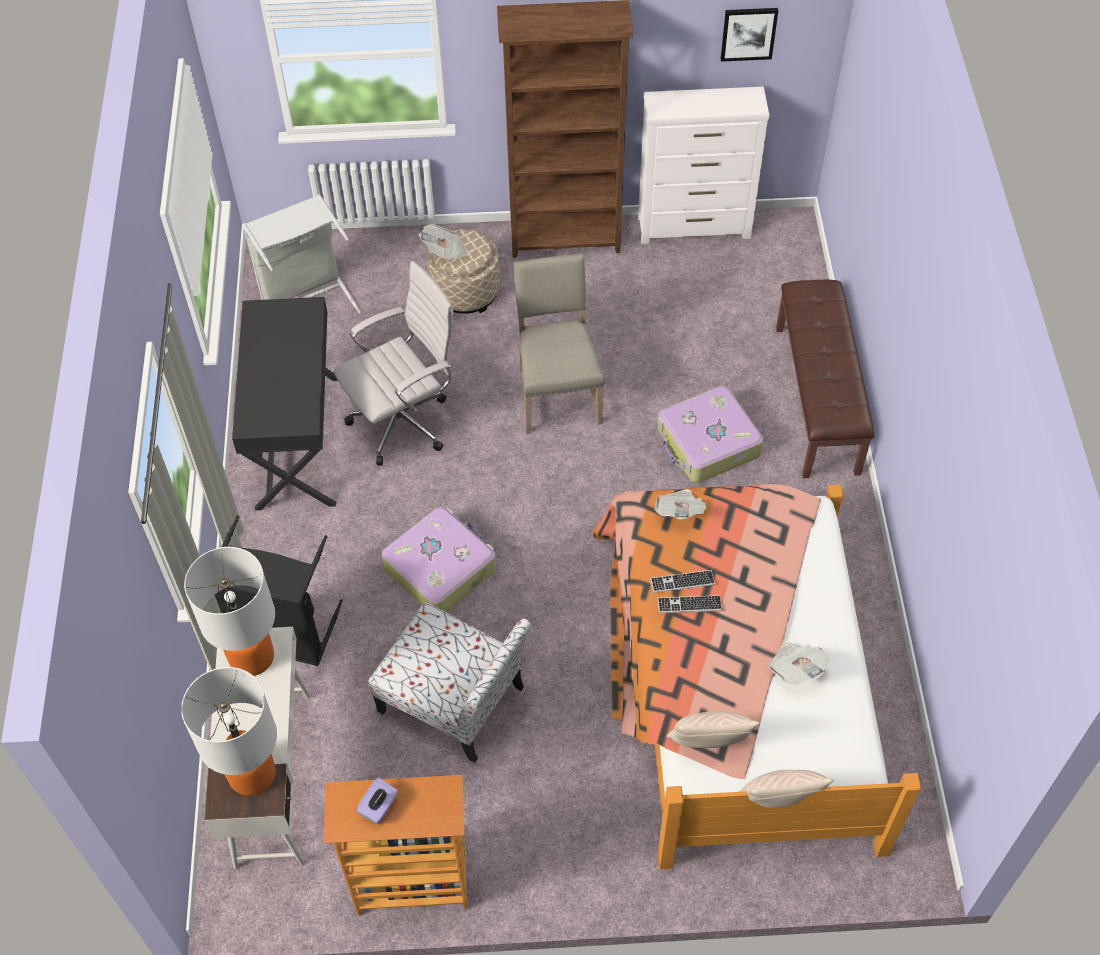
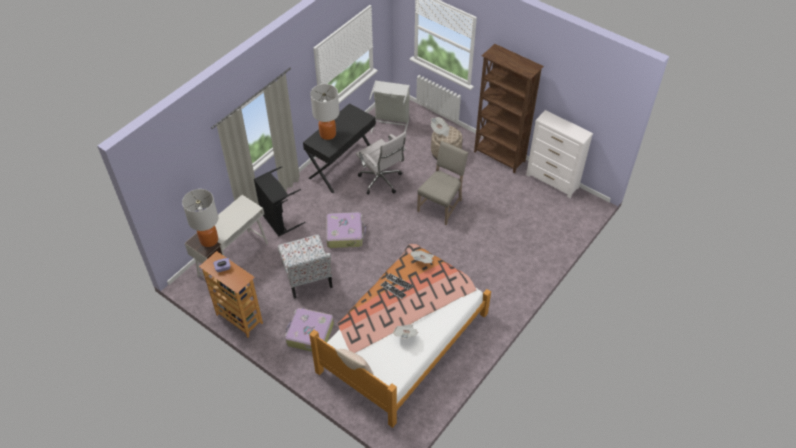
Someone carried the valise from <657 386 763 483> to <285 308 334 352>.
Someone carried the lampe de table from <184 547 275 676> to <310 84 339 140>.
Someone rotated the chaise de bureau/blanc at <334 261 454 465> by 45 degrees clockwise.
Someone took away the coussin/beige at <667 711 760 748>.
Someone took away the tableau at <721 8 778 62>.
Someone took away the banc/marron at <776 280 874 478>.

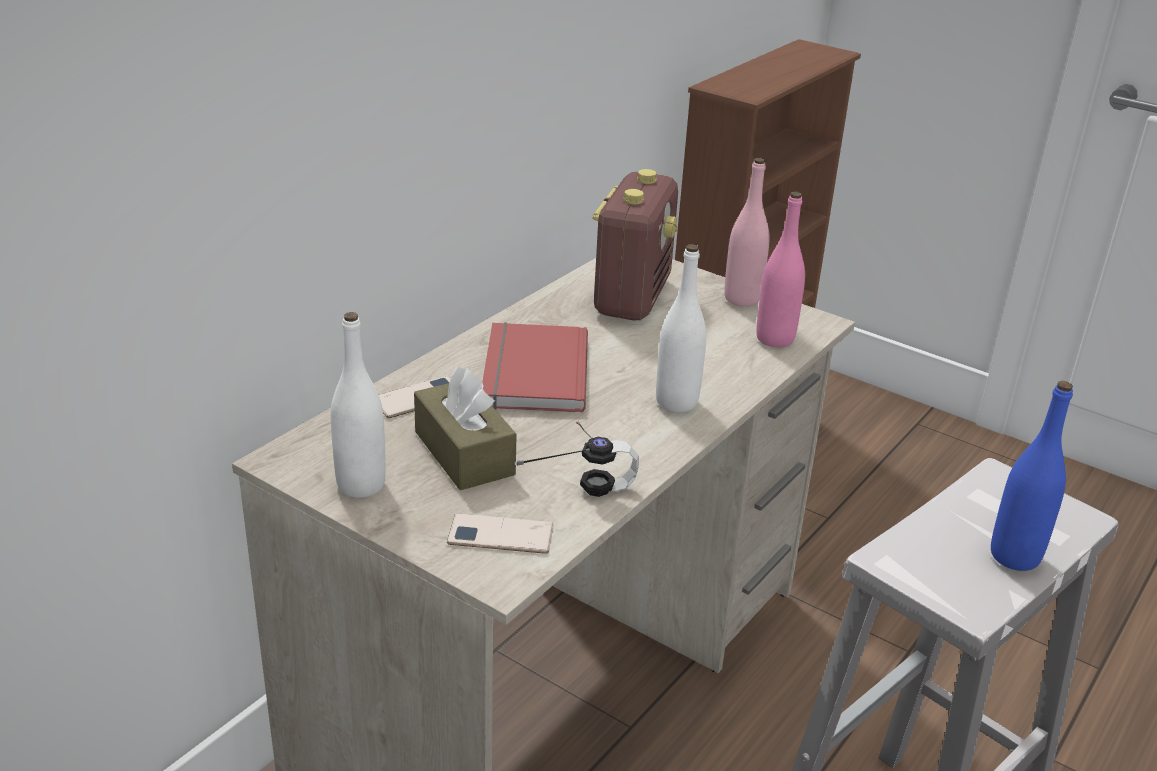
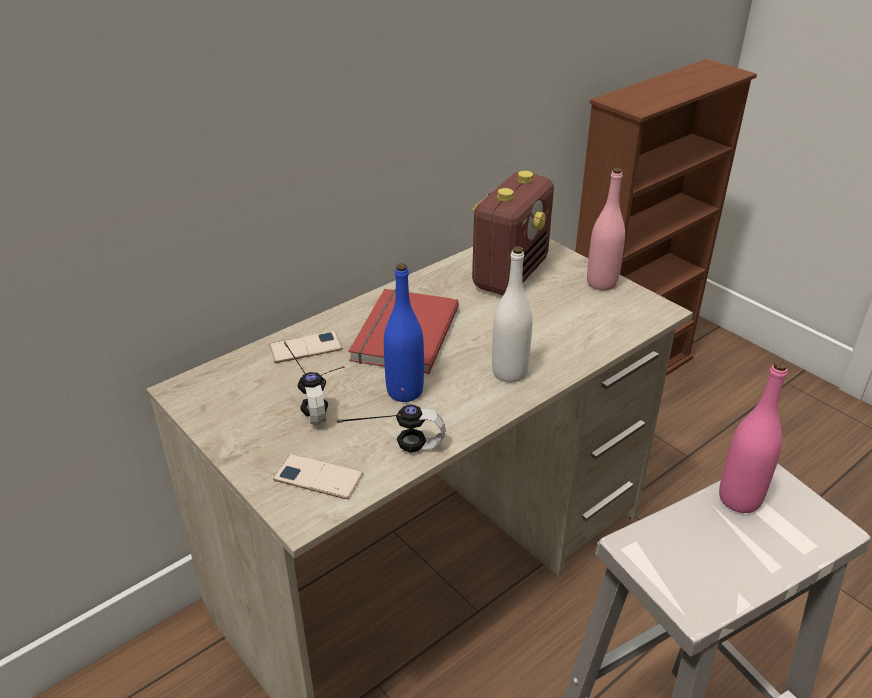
Someone swapped the boîte à mouchoirs/marron at <414 367 517 490> for the casque audio at <284 341 345 425>.
Someone carried the bouteille/bleu from <991 381 1073 571> to <384 263 424 402>.
Someone carried the bouteille/rose from <756 192 805 347> to <719 361 787 513>.
Someone took away the bouteille/blanc at <330 312 386 498>.

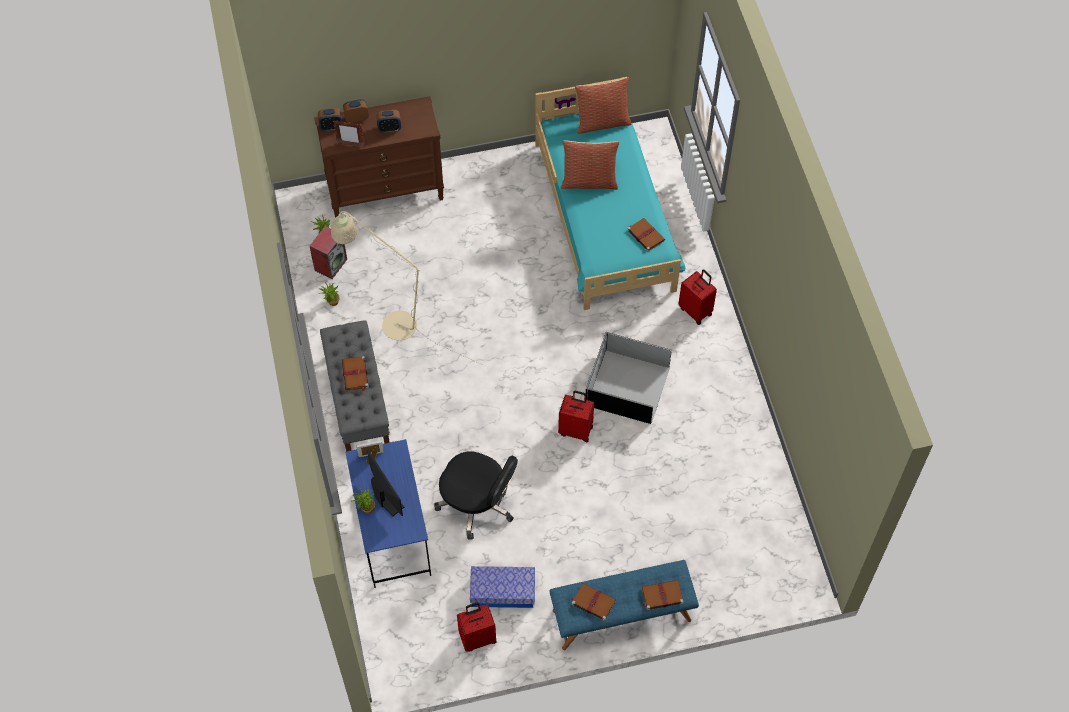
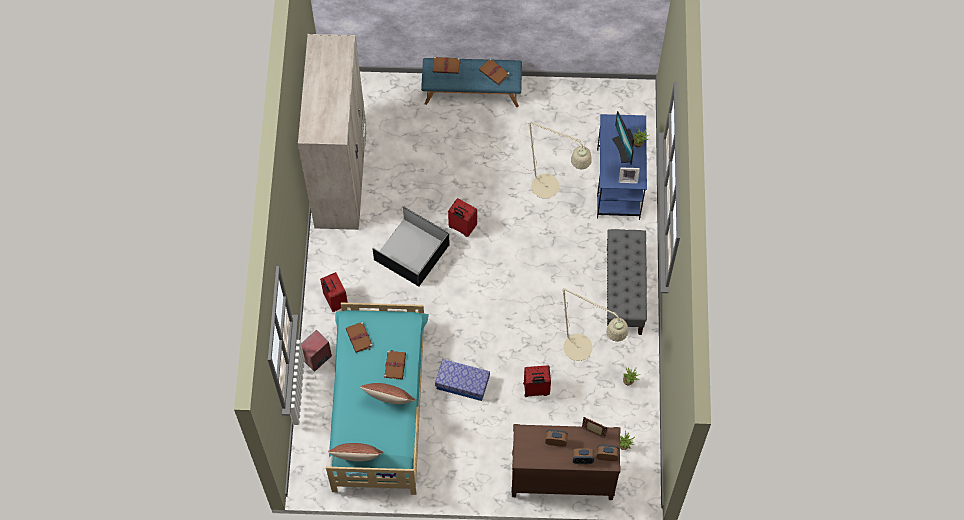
Someone put down the armoire/beige at <298 34 367 230>.
Someone carried the enceinte from <310 226 347 279> to <301 330 332 372>.
Someone carried the livre/marron from <342 356 369 391> to <384 350 406 379>.
Someone carried the boîte de rangement from <470 566 535 608> to <435 359 490 401>.
Someone swapped the chaise de bureau/noir at <434 452 518 540> for the lampadaire/beige at <489 122 592 199>.
Someone carried the valise/rouge from <457 602 496 652> to <523 365 551 397>.

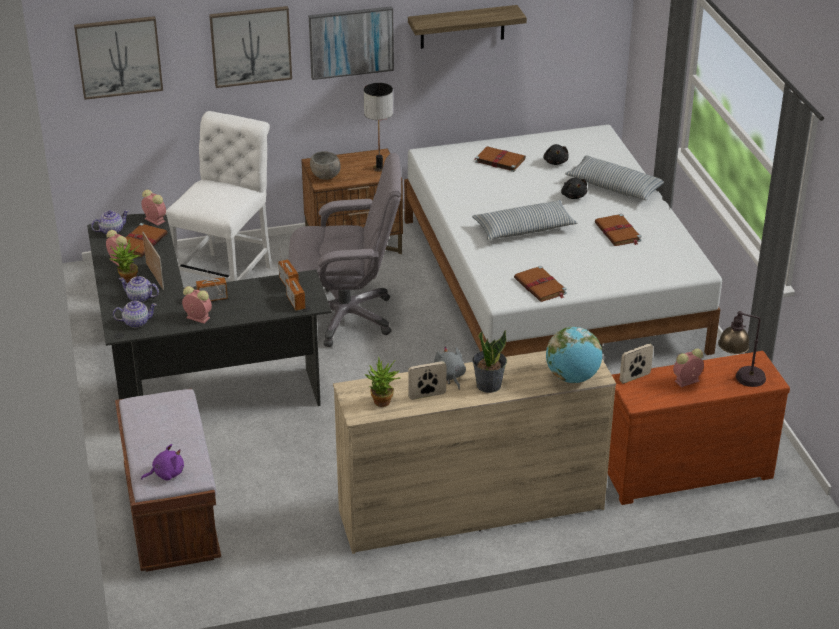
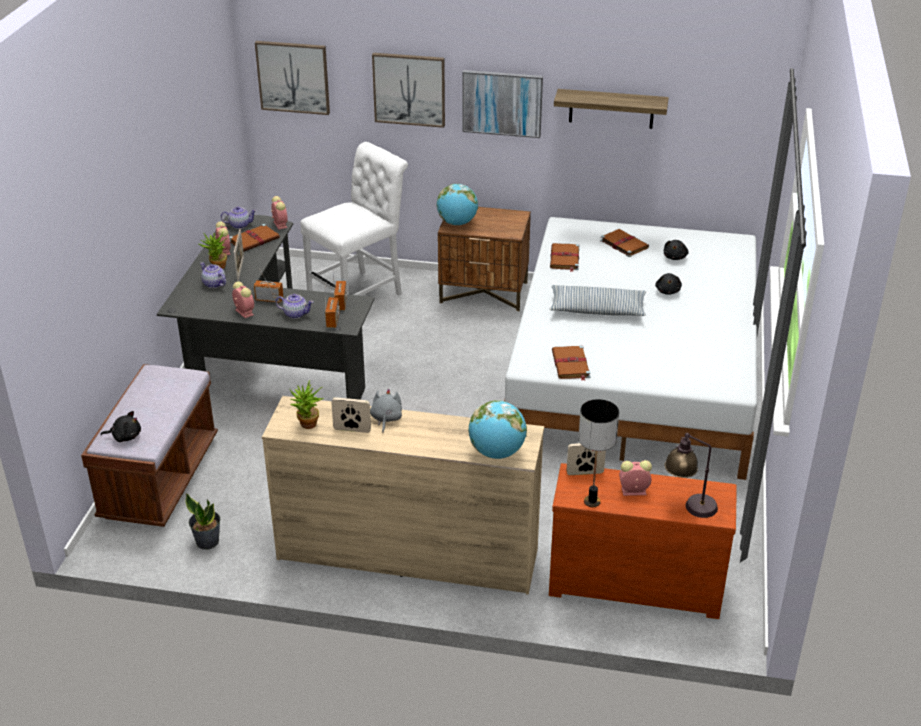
Someone repainted the peluche/violet at <141 444 184 480>, which became the peluche/noir at <101 411 141 442>.
Someone carried the plante en pot from <472 330 507 393> to <185 494 220 550>.
Someone carried the théière from <113 301 157 328> to <276 294 314 319>.
Someone swapped the bol/gris at <310 151 341 180> for the globe at <437 184 478 225>.
Someone carried the livre/marron from <595 214 642 246> to <550 243 580 272>.
Someone carried the lampe de table from <364 83 393 172> to <578 399 619 507>.
Someone took away the chaise de bureau/gris at <289 153 401 347>.
Someone took away the coussin at <565 155 664 200>.

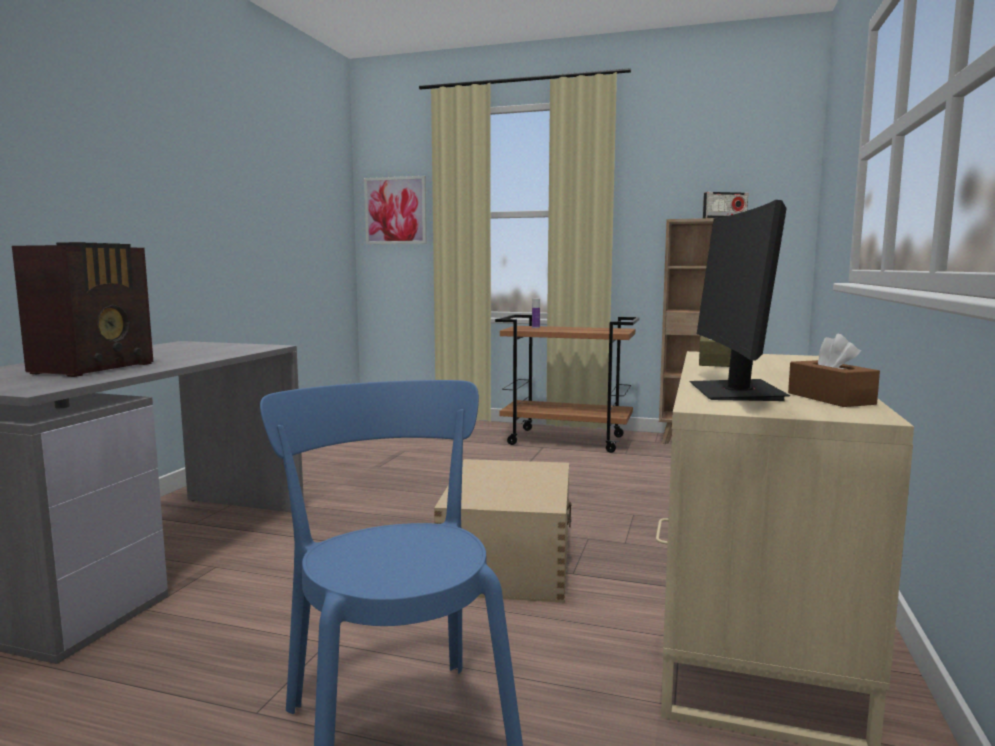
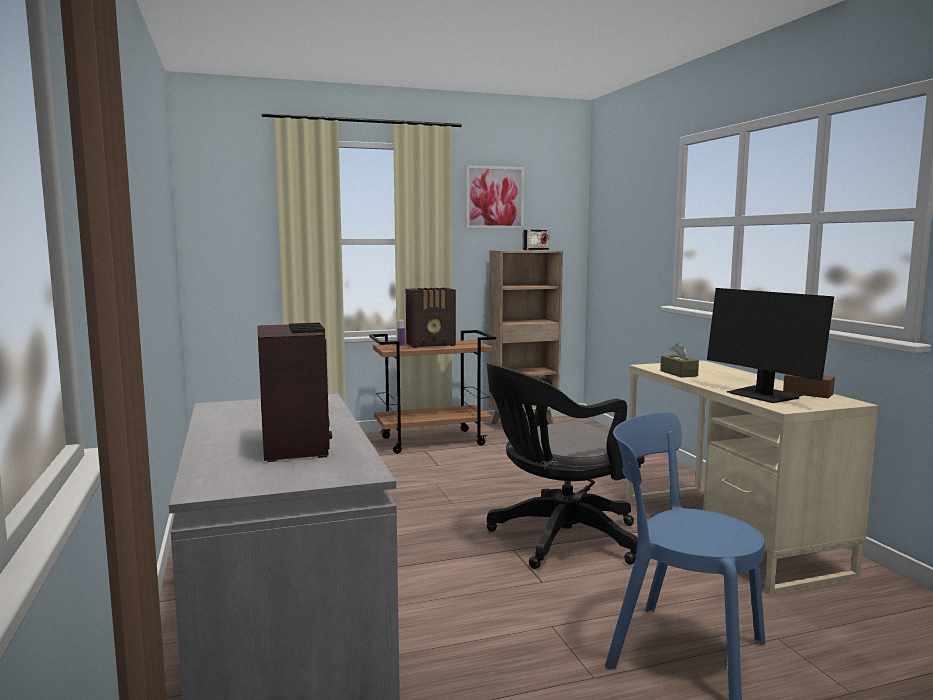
Someone put down the radio at <406 287 456 348>.
Someone carried the tableau from <364 176 427 244> to <466 165 524 229>.
Someone swapped the boîte de rangement/beige at <434 459 572 603> for the chaise de bureau/noir at <486 363 645 569>.

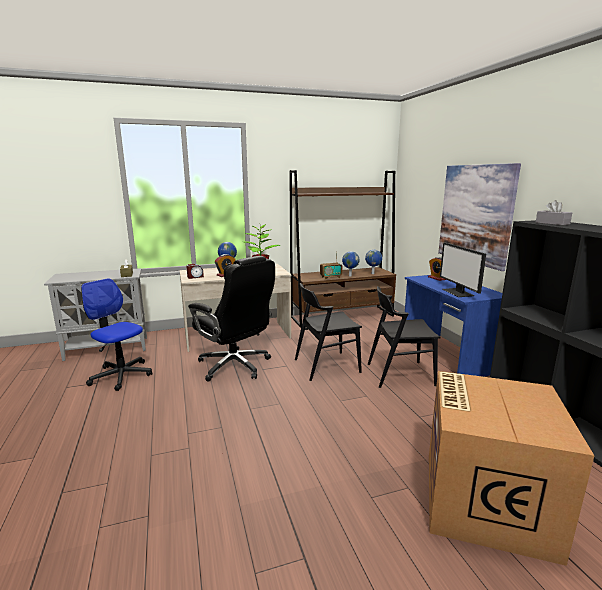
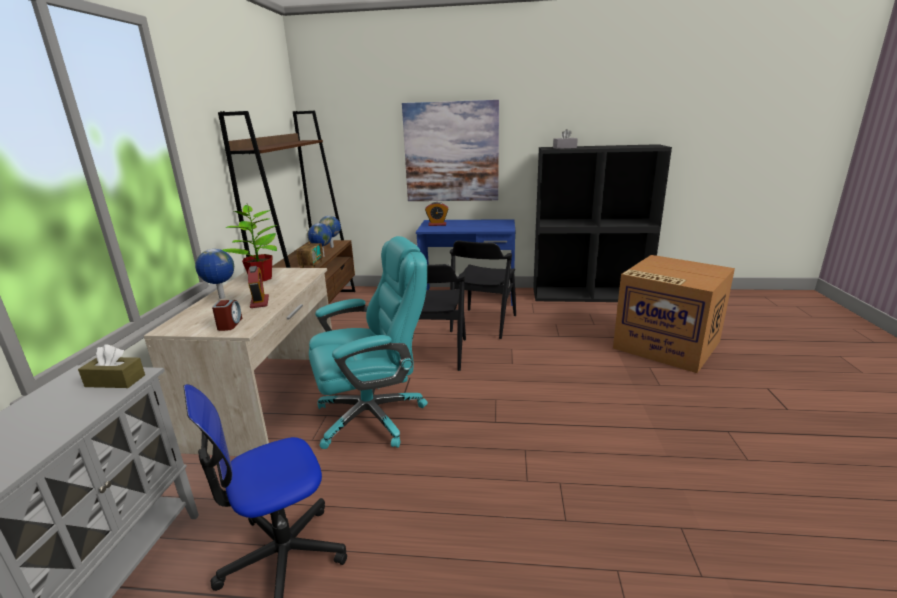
Someone repainted the chaise de bureau/noir at <188 256 275 382>, which became the chaise de bureau/turquoise at <309 236 428 449>.
Someone took away the écran d'ordinateur at <440 242 486 297>.

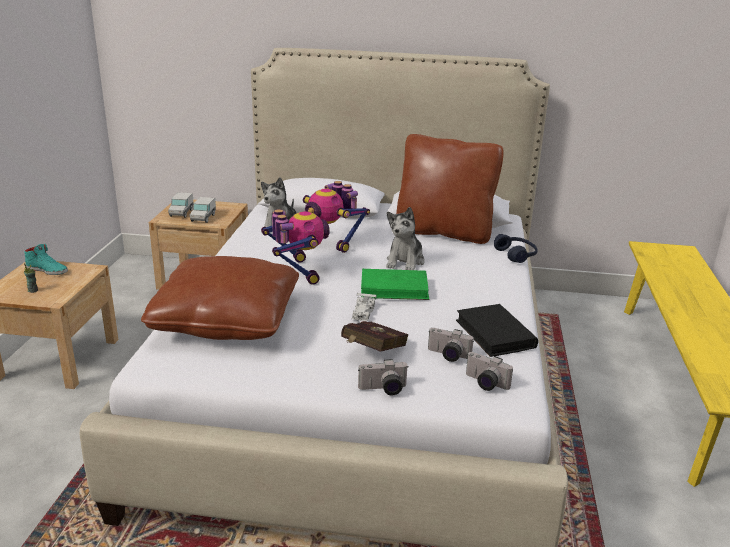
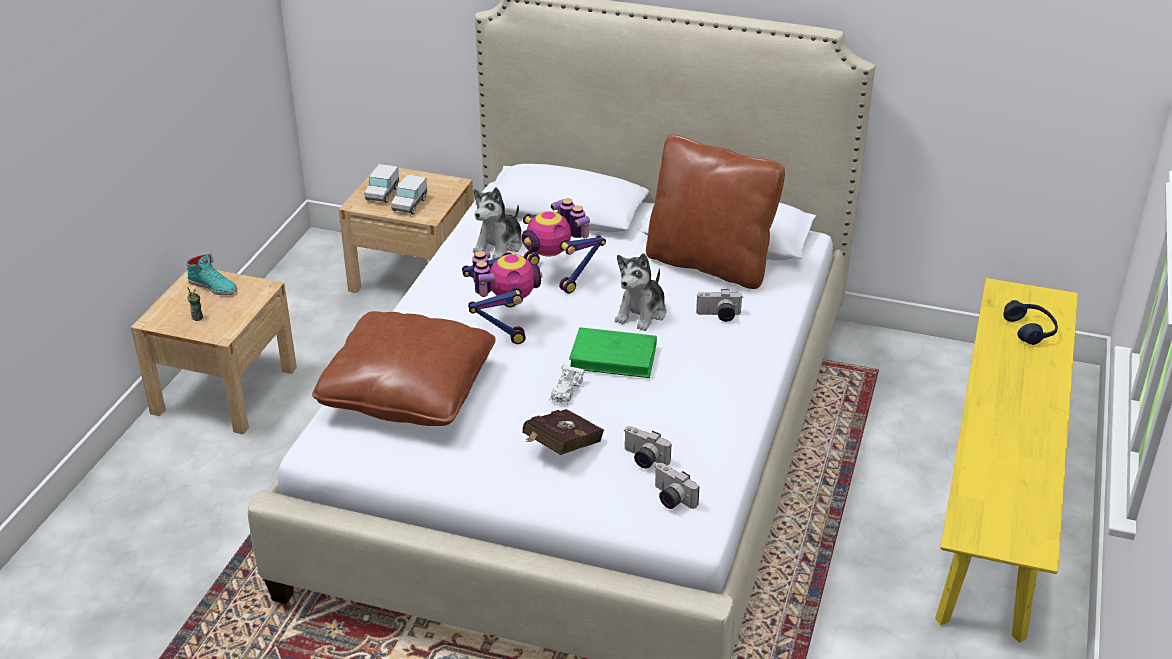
Someone carried the appareil photo from <358 359 409 395> to <696 289 742 322>.
Someone carried the casque audio/bleu from <494 234 538 263> to <1003 300 1058 345>.
Someone took away the livre/noir at <456 304 538 357>.

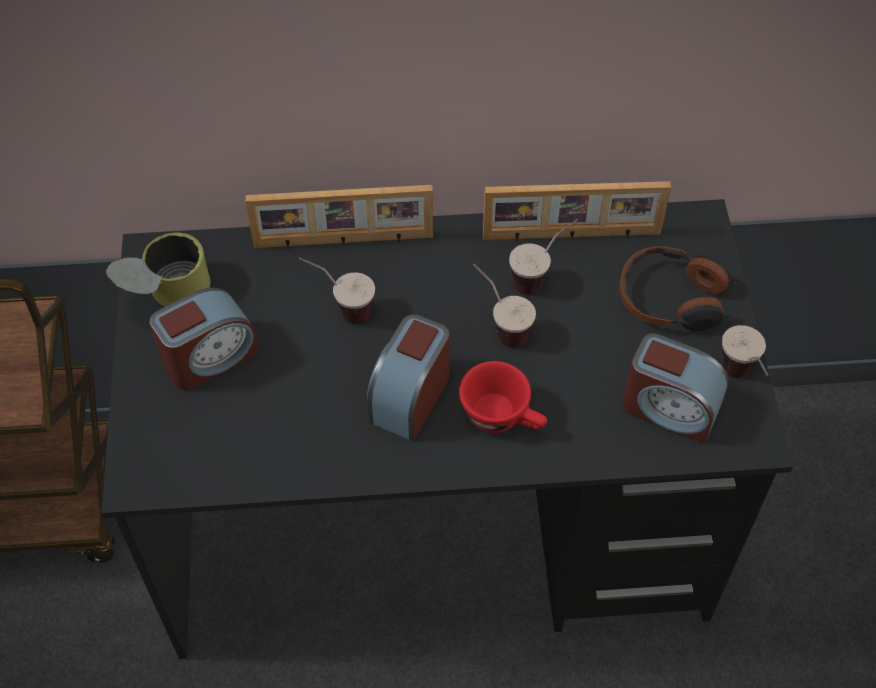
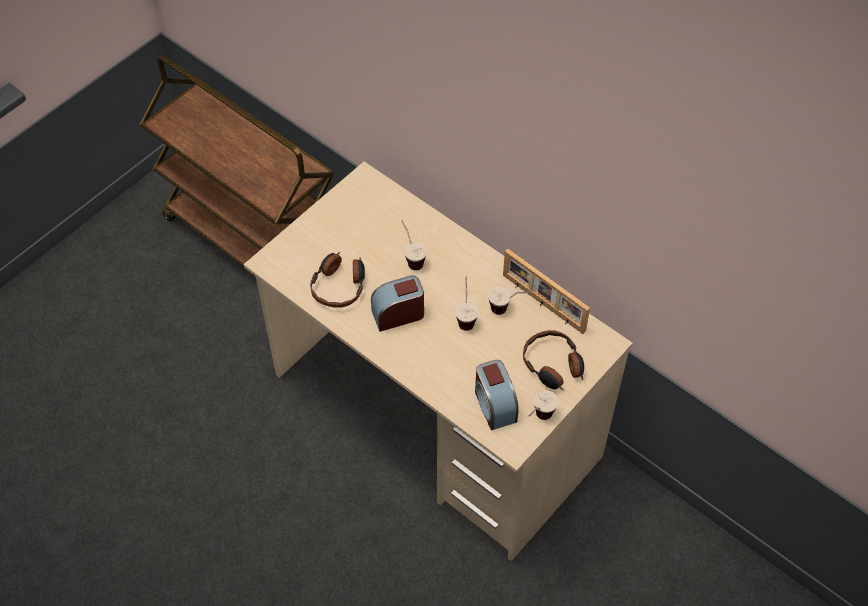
Someone repainted the bureau/noir at <102 199 793 659>, which became the bureau/beige at <244 161 633 561>.
Someone put down the casque audio at <310 252 365 308>.
Someone took away the boîte métallique at <106 232 211 306>.
Someone took away the réveil at <149 288 259 390>.
Someone took away the cadre photo at <245 185 433 249>.
Someone took away the tasse/rouge at <459 361 547 433>.

